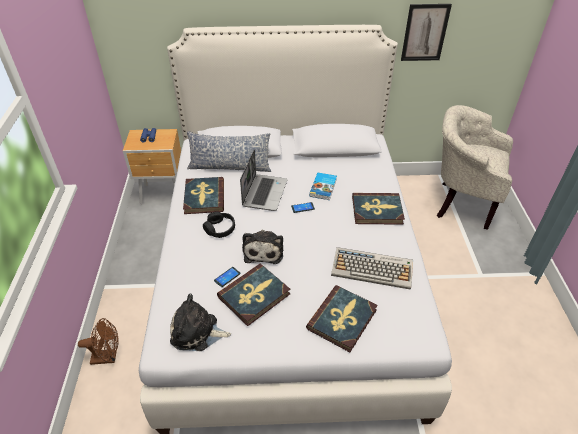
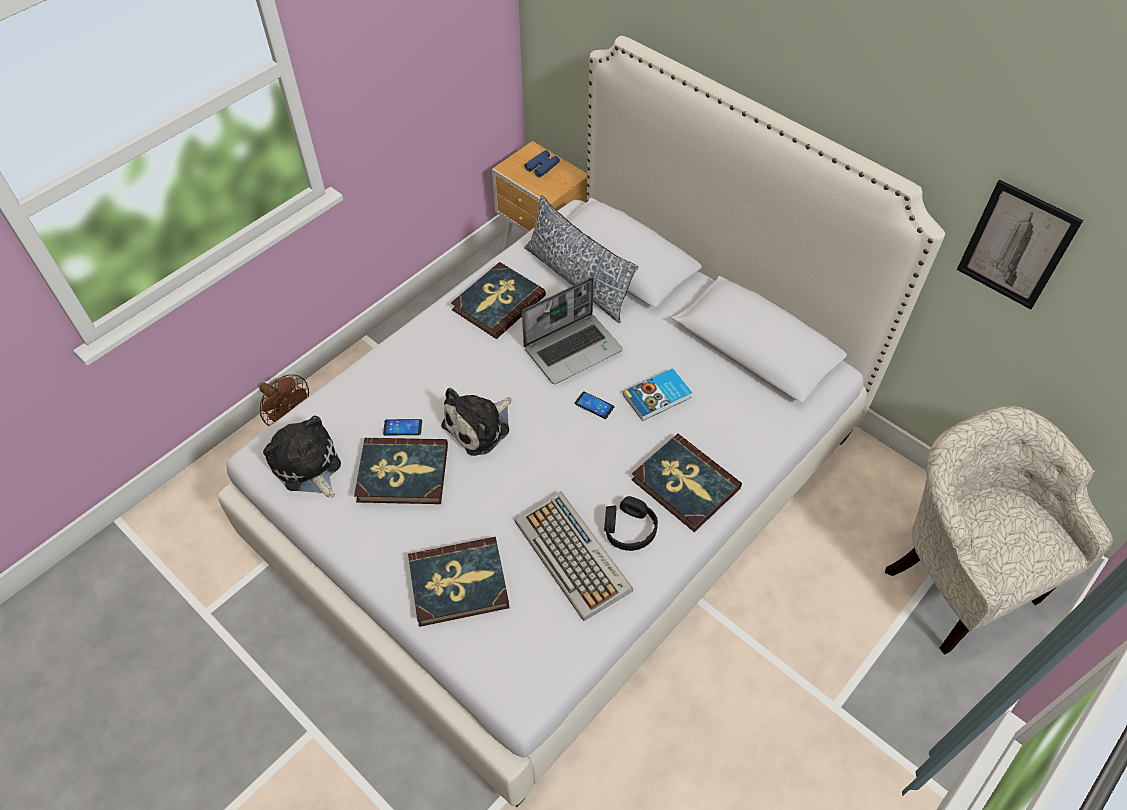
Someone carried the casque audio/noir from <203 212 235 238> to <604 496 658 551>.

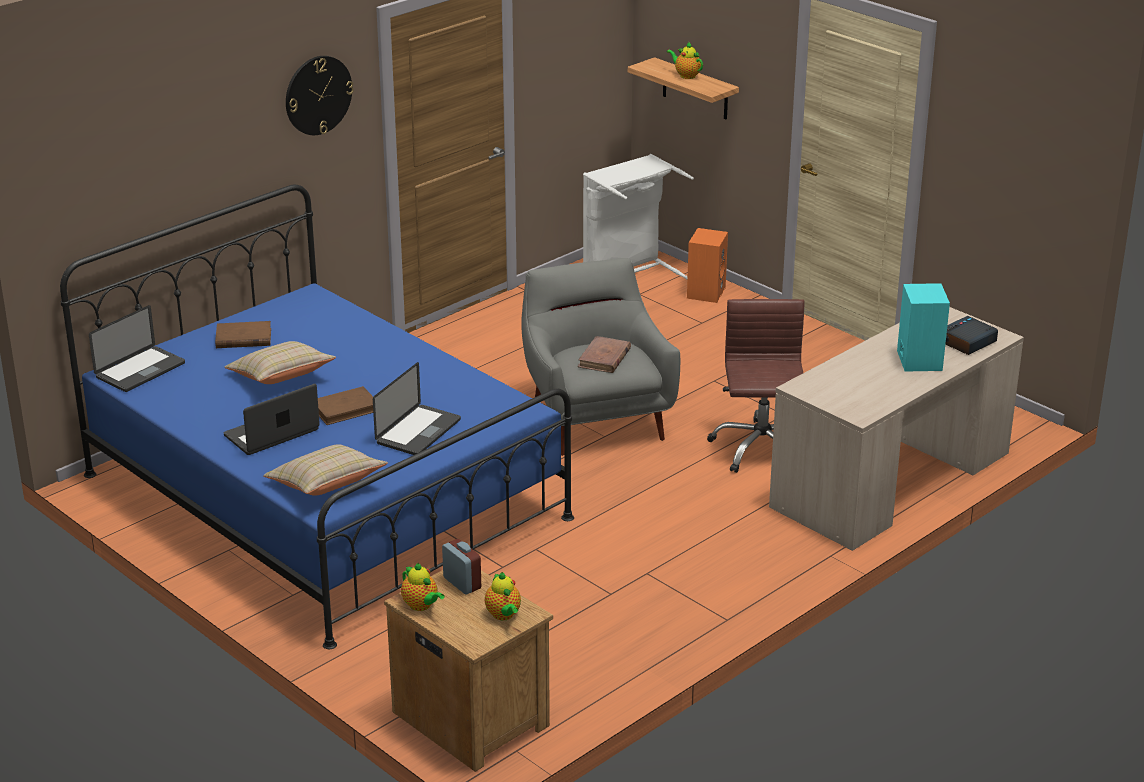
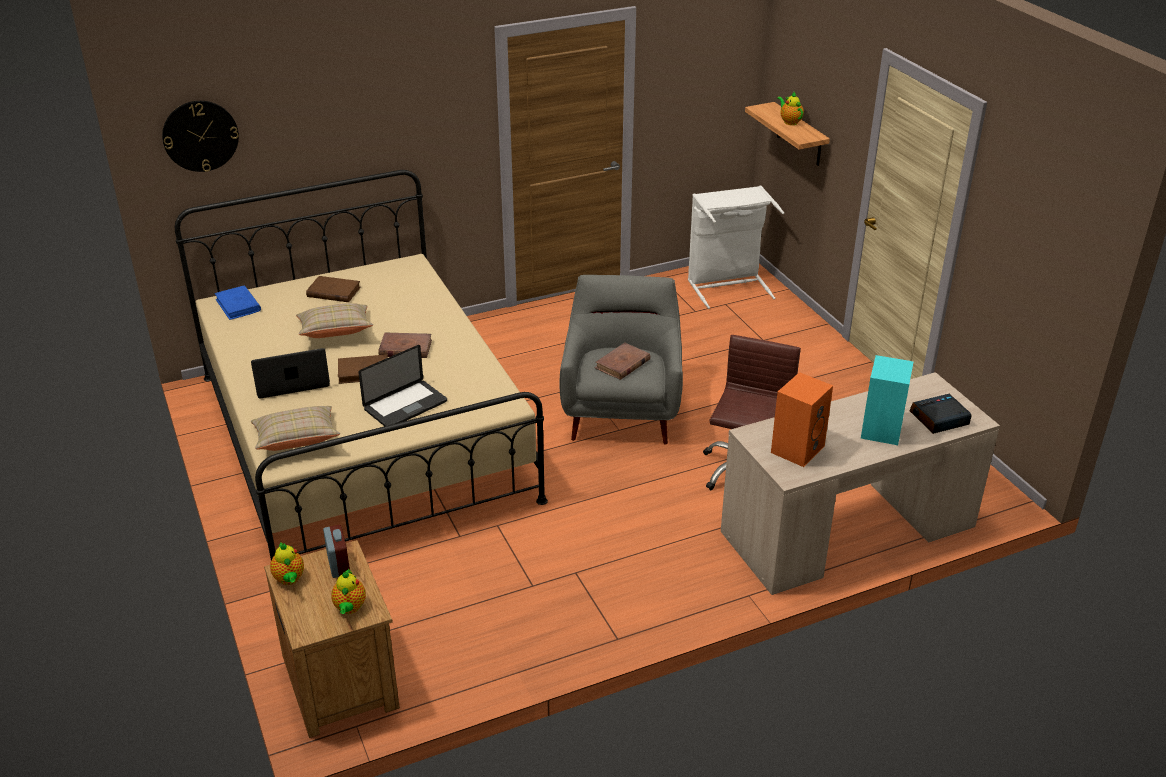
Someone carried the horloge murale from <286 56 354 135> to <162 101 239 172>.
Someone repainted the lit/bleu at <60 184 574 649>, which became the lit/beige at <175 170 548 560>.
Someone swapped the ordinateur portable at <89 305 185 392> for the livre/bleu at <214 285 261 320>.
Someone put down the livre/marron at <378 333 432 358>.
Someone carried the enceinte/orange from <687 228 728 303> to <771 372 833 467>.

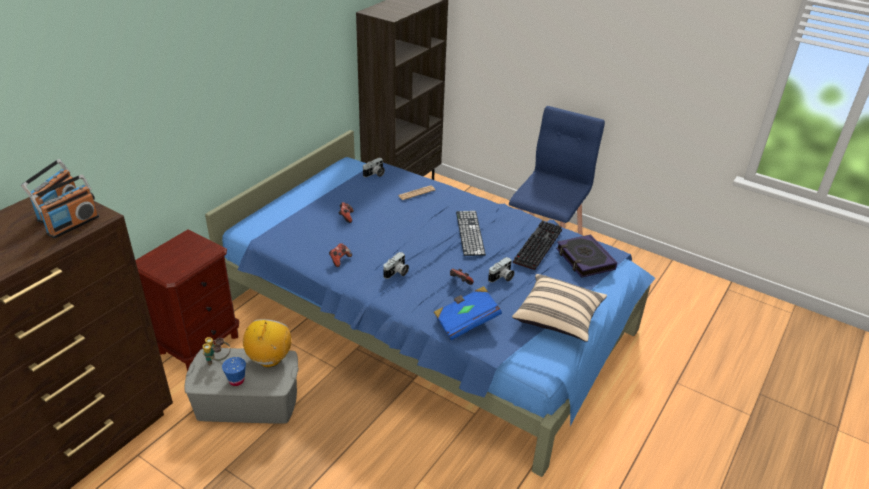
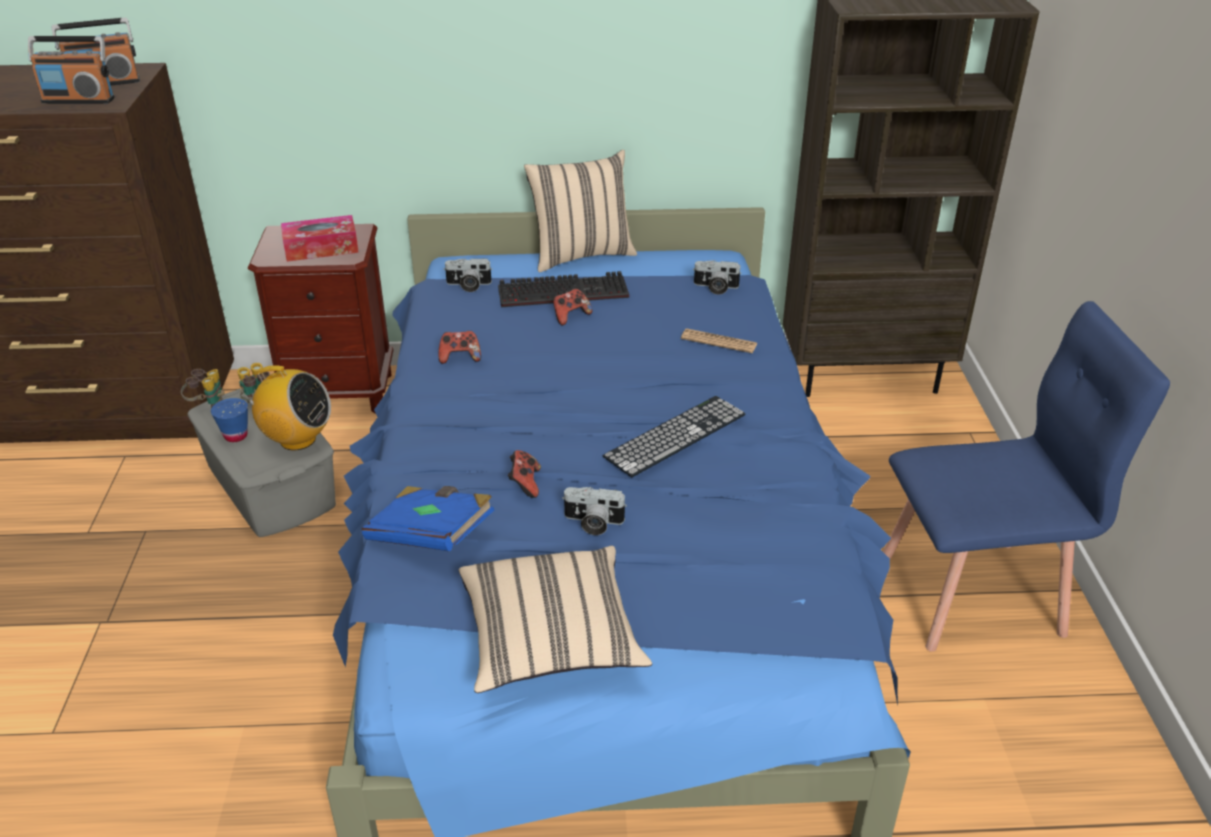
Someone put down the jumelles at <181 369 225 408>.
Someone rotated the radio at <243 319 292 367> by 45 degrees clockwise.
Someone put down the boîte à mouchoirs at <281 215 359 262>.
Someone carried the appareil photo from <383 252 409 279> to <444 258 492 292>.
Someone carried the clavier from <513 220 562 270> to <498 271 629 307>.
Someone put down the coussin/beige at <524 150 637 272>.
Someone took away the livre at <556 234 617 278>.

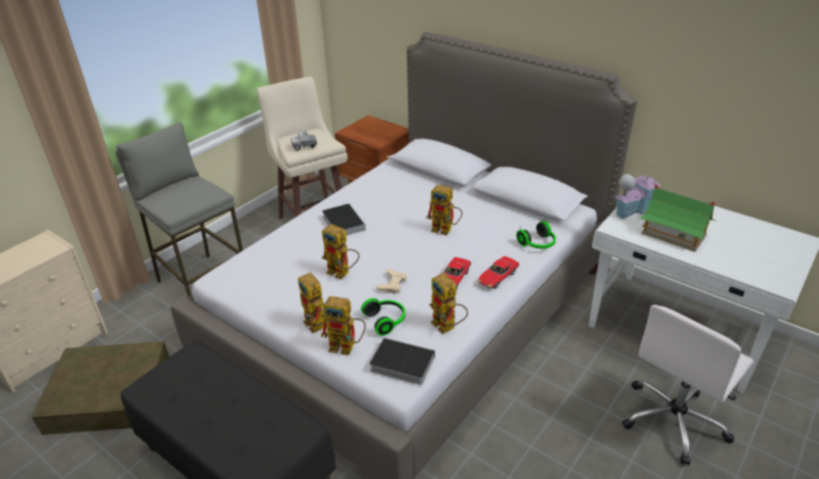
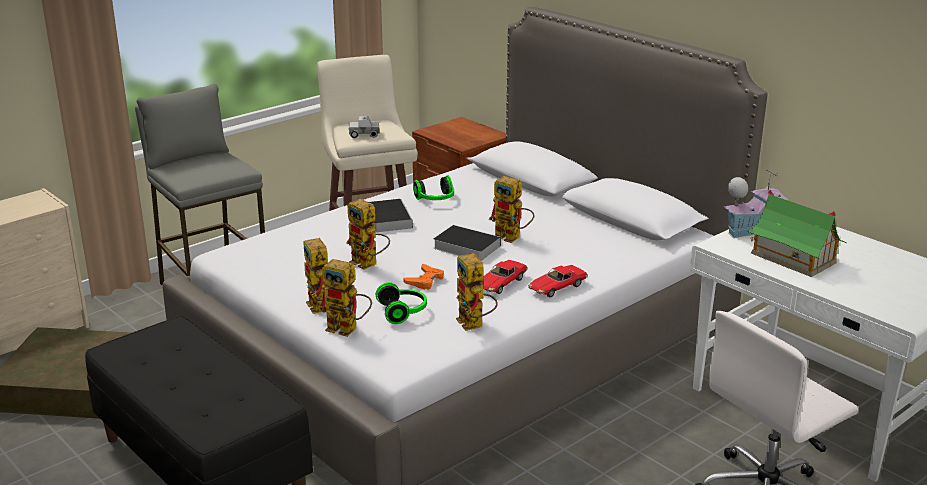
Someone repainted the manette/beige at <377 269 407 294>, which became the manette/orange at <403 264 444 290>.
Someone carried the casque audio from <516 221 556 249> to <413 175 454 200>.
Someone carried the livre from <369 337 435 385> to <433 225 501 261>.

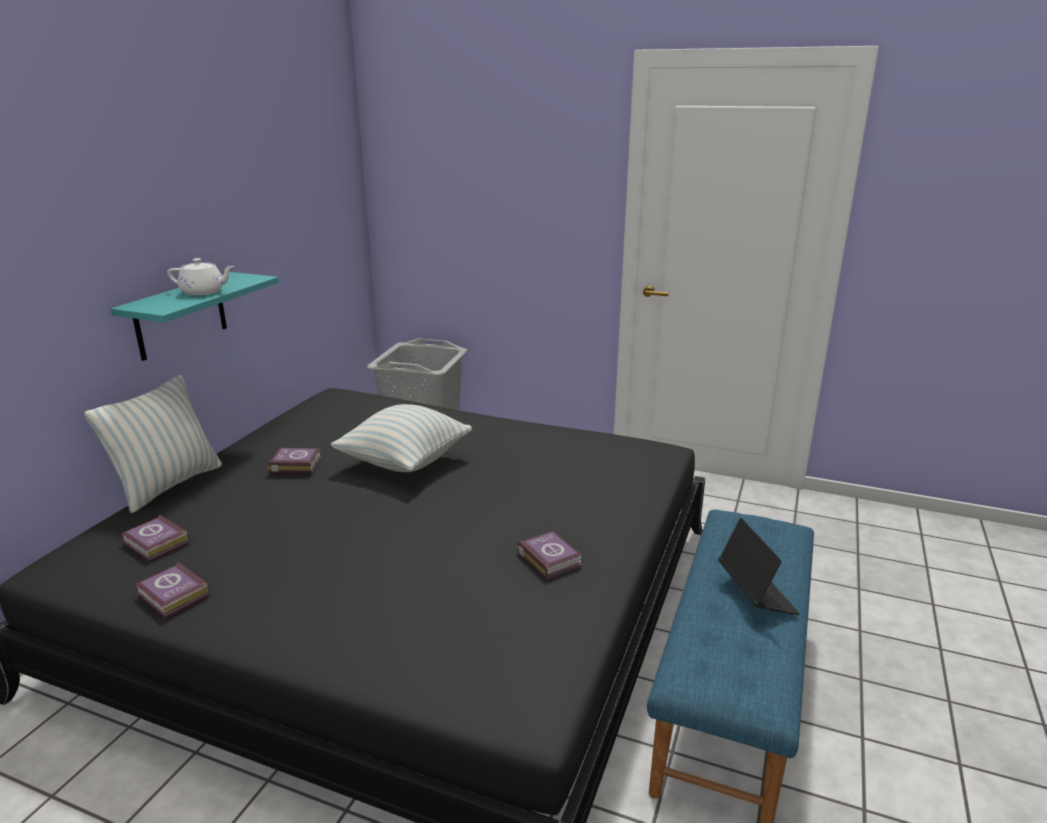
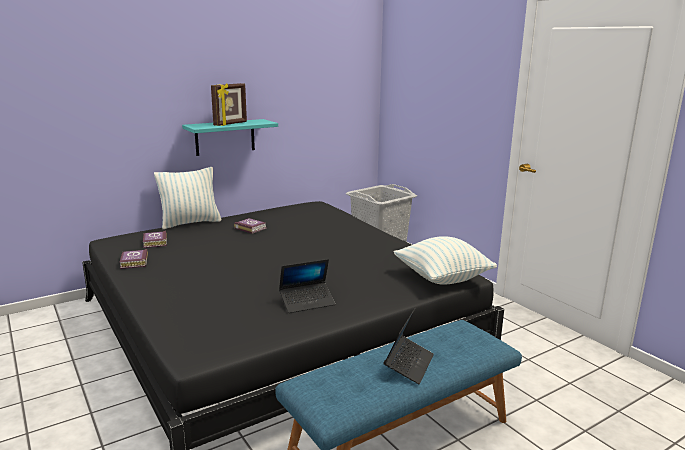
Someone swapped the théière/blanc at <167 258 234 295> for the cadre photo at <211 83 247 126>.
Someone swapped the livre at <517 531 583 580> for the ordinateur portable at <279 259 335 313>.
Someone carried the coussin from <331 404 472 472> to <394 236 497 284>.

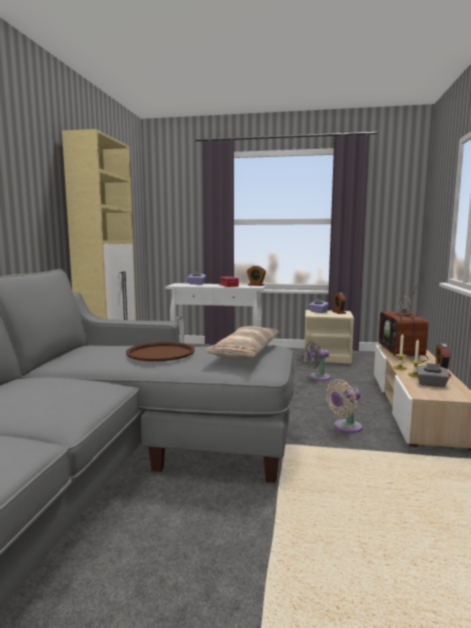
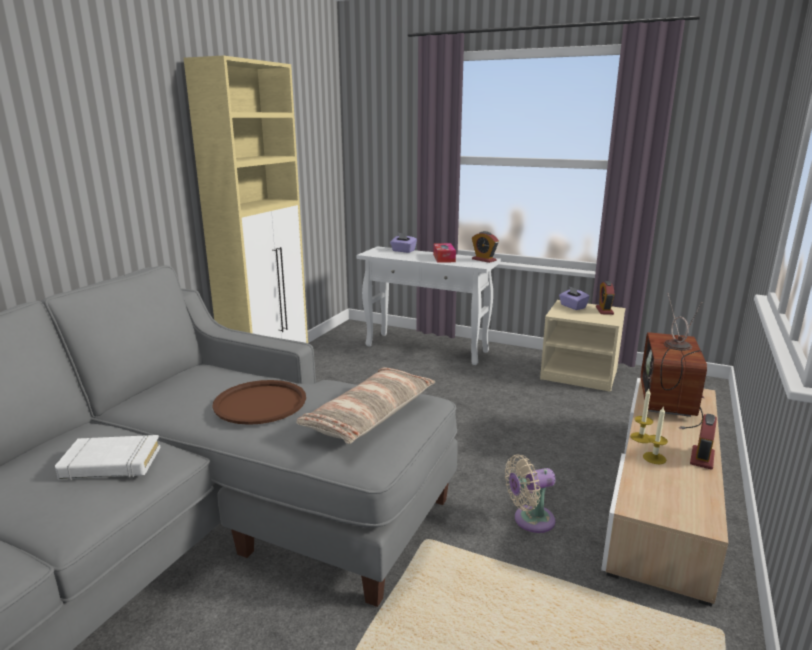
Someone put down the livre/blanc at <55 435 161 481>.
Someone took away the ventilateur/gris at <304 341 330 381>.
Someone took away the boîte à mouchoirs/gris at <416 363 449 387>.

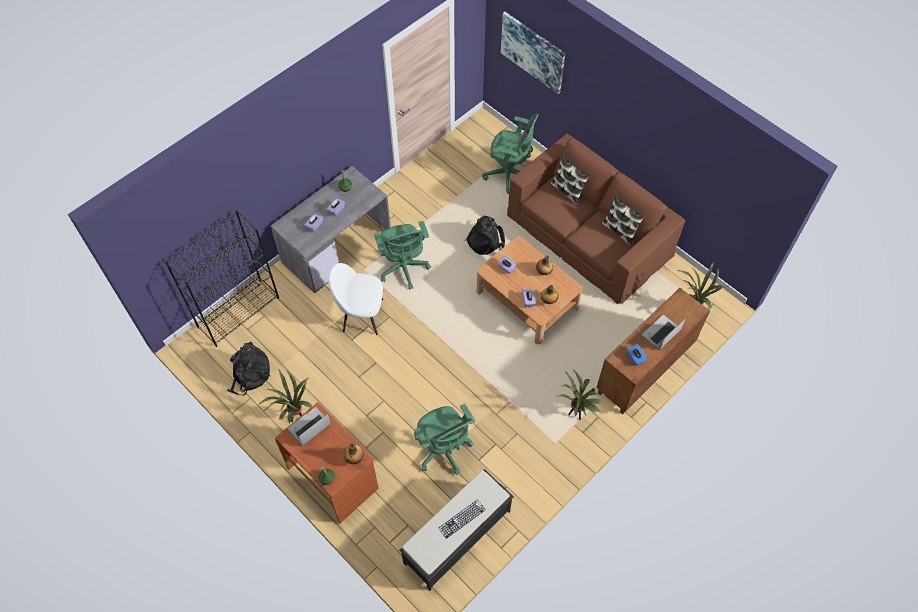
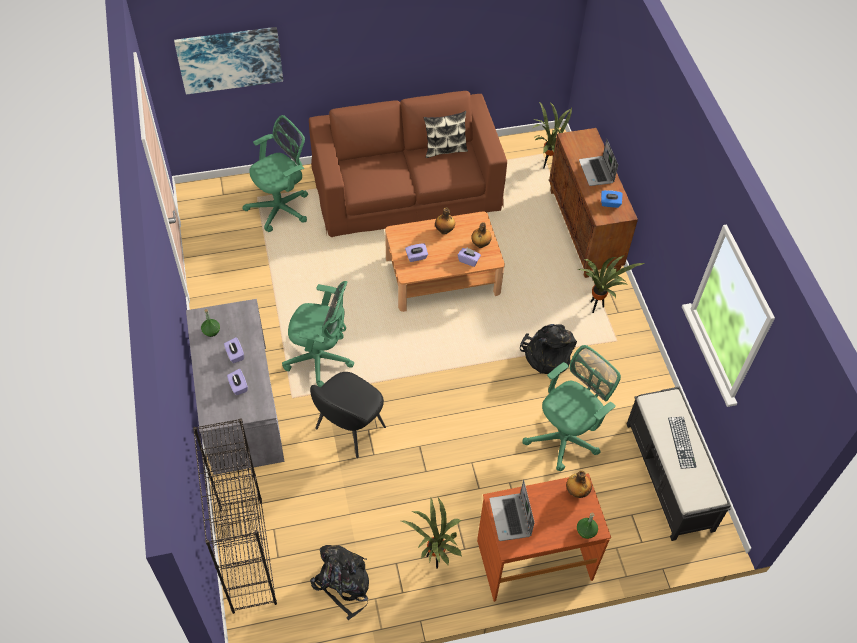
Someone repainted the chaise/blanc at <329 263 383 335>, which became the chaise/noir at <310 372 386 458>.
Someone carried the sac à dos/noir from <464 216 505 255> to <520 324 577 374>.
Someone rotated the chaise de bureau/vert at <414 404 475 475> by 45 degrees counterclockwise.
Someone took away the coussin at <550 155 590 205>.

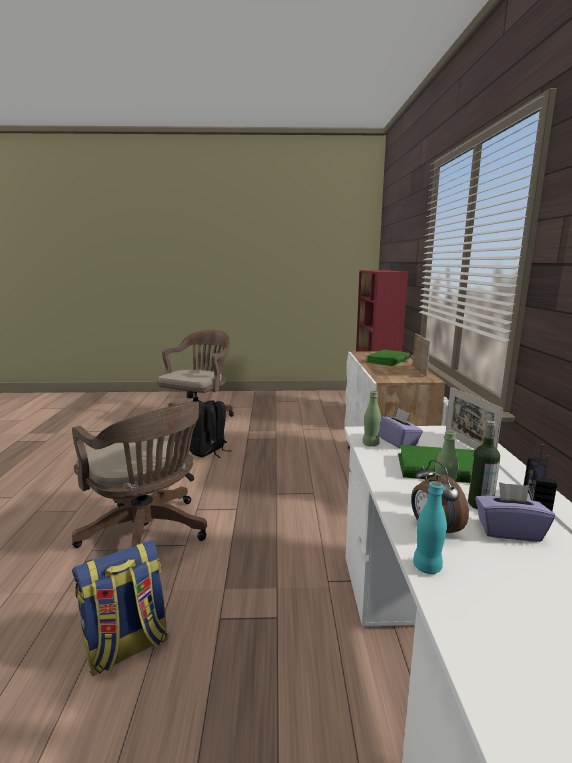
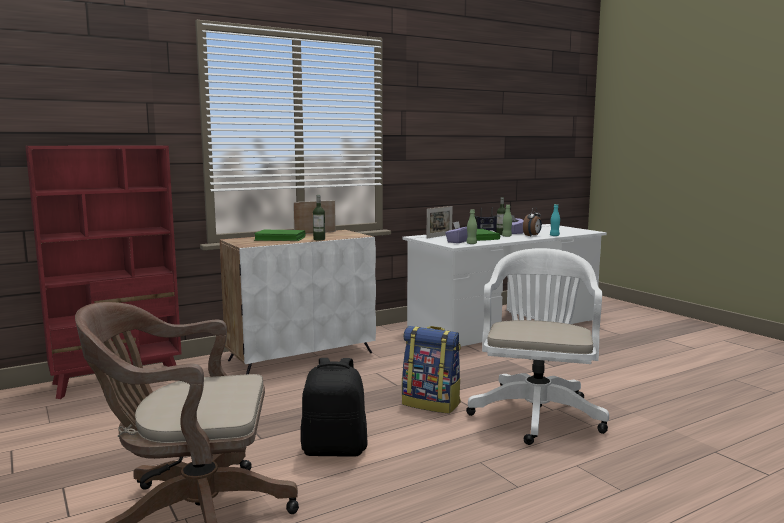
Someone put down the bouteille at <313 195 325 240>.
Someone carried the sac à dos from <72 540 169 676> to <402 326 461 414>.
Someone repainted the chaise de bureau/marron at <72 401 207 548>, which became the chaise de bureau/blanc at <466 248 609 445>.

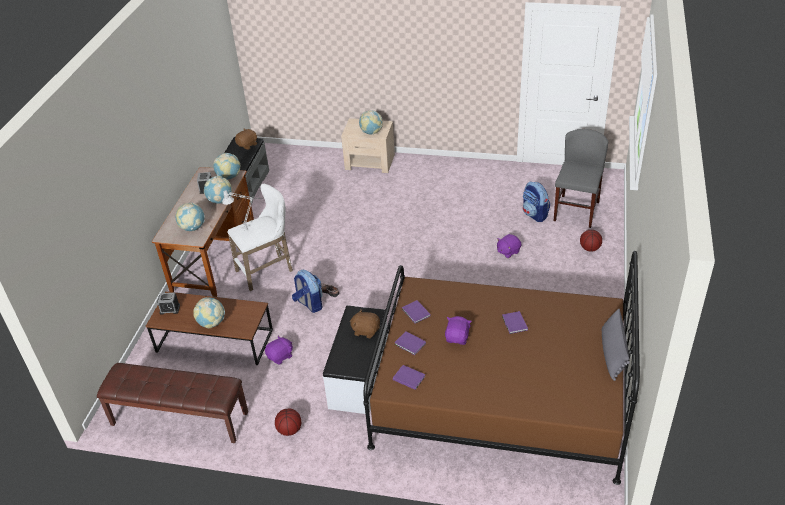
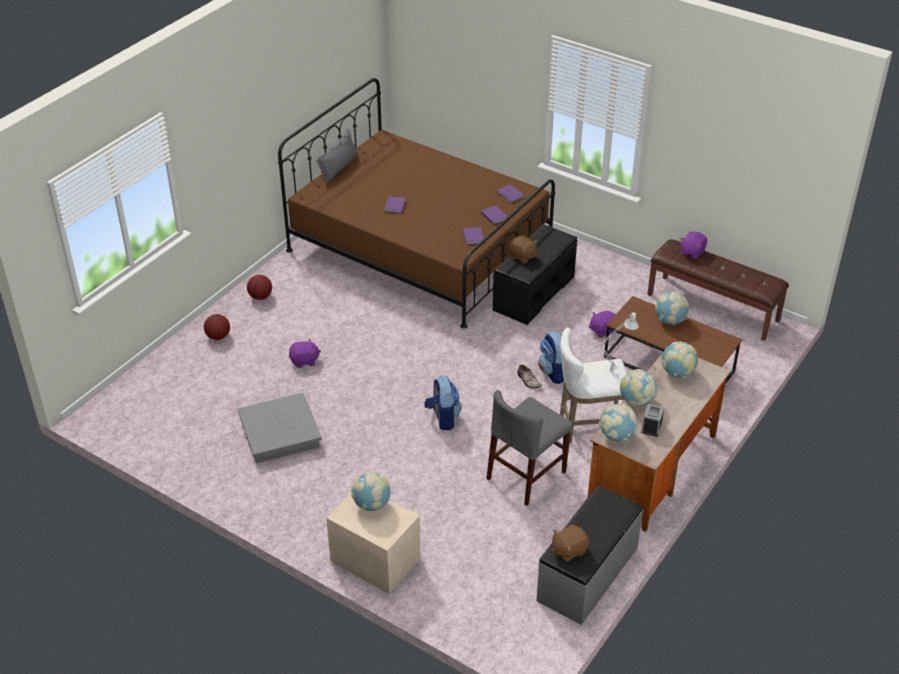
Someone put down the boîte de rangement/gris at <238 393 322 463>.
Someone carried the ballon de basket from <275 408 301 436> to <247 275 272 300>.
Someone carried the sac à dos from <523 182 550 222> to <424 376 462 430>.
Someone carried the chaise/gris from <554 129 608 228> to <486 390 573 506>.
Someone repainted the banc/blanc at <323 305 388 414>, which became the banc/noir at <493 224 578 325>.
Someone carried the peluche/violet from <445 316 472 345> to <680 231 707 259>.
Someone took away the réveil at <157 293 180 314>.

